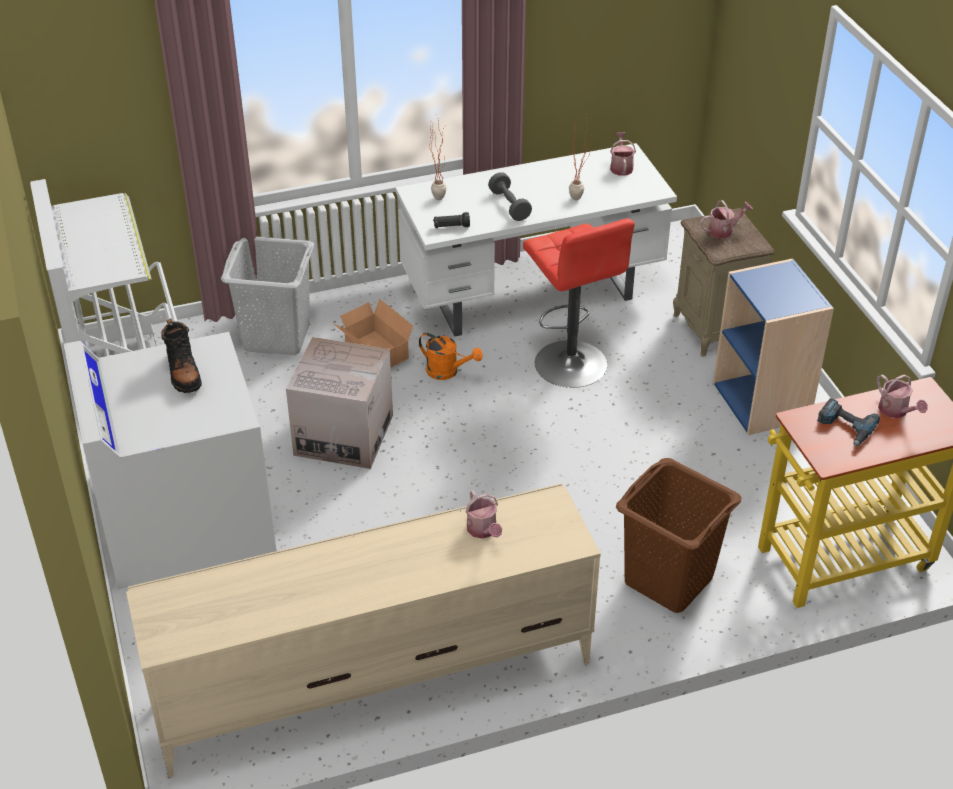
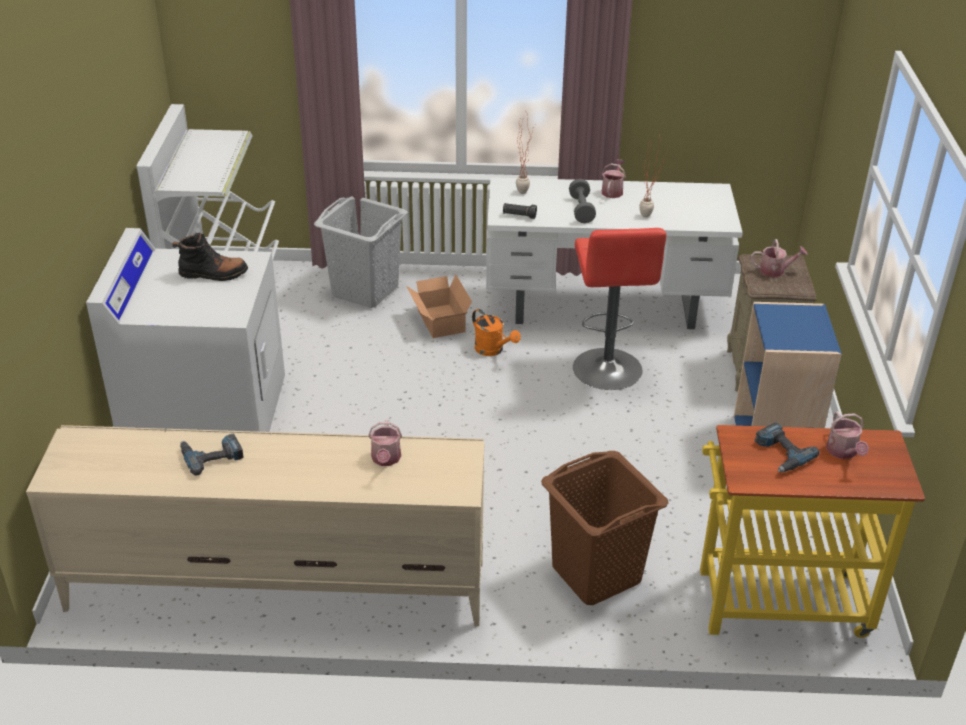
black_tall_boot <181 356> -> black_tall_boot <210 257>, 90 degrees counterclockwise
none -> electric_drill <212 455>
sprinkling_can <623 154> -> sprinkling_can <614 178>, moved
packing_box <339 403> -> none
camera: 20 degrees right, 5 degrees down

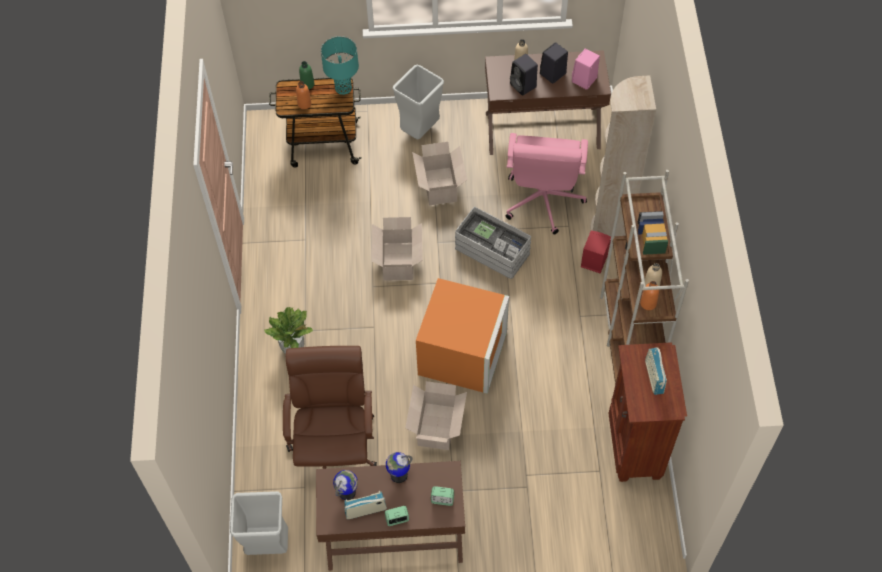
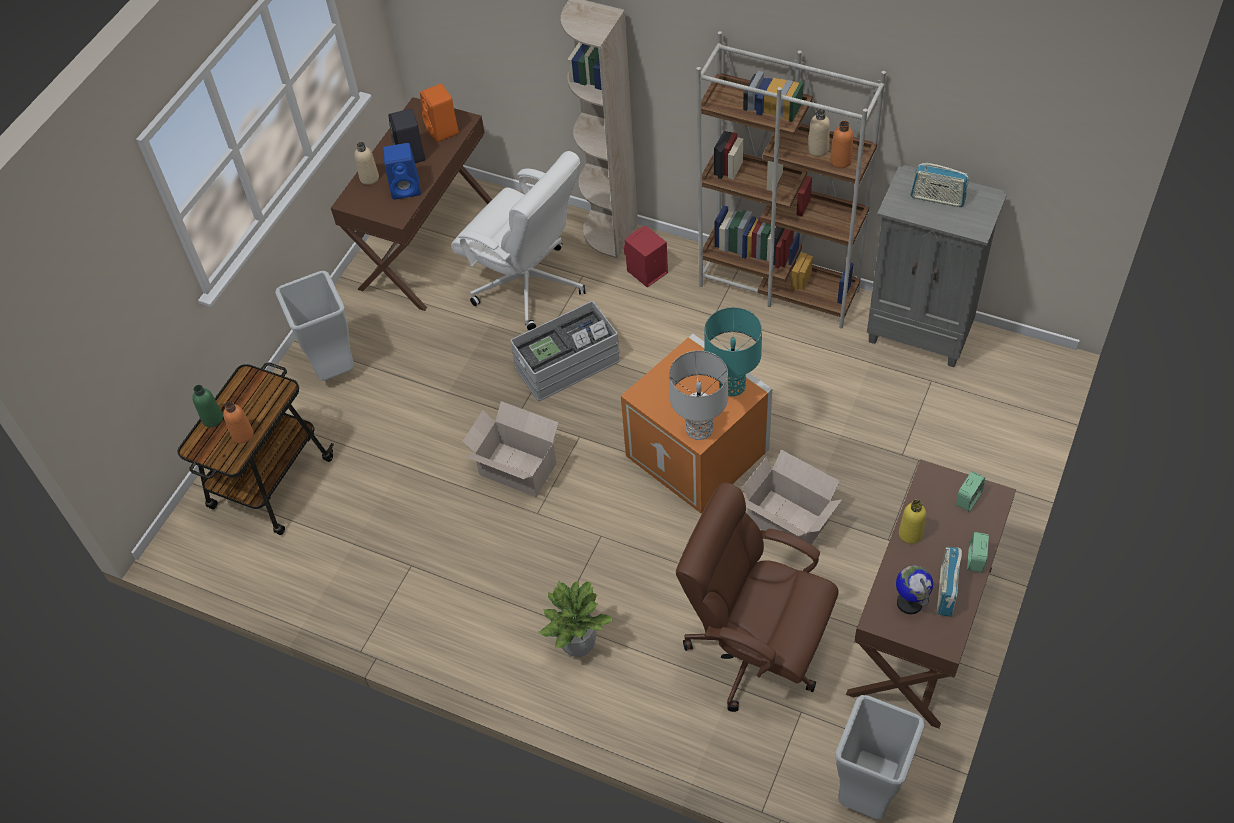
black_audio_speaker <524 75> -> blue-coloured_audio_speaker <402 171>
pink-coloured_audio_speaker <586 69> -> orange-coloured_audio_speaker <439 113>
pink-coloured_office_chair <547 183> -> white_office_chair <518 240>
none -> white_tabletop_lamp <698 395>
turquoise_tabletop_lamp <340 65> -> turquoise_tabletop_lamp <733 351>, moved
brown-coloured_cabinet <647 412> -> greyish_cabinet <937 266>
desk_globe <399 467> -> yellowish_drink_bottle <912 522>
packing_box <439 173> -> none
camera: 60 degrees left, 5 degrees down

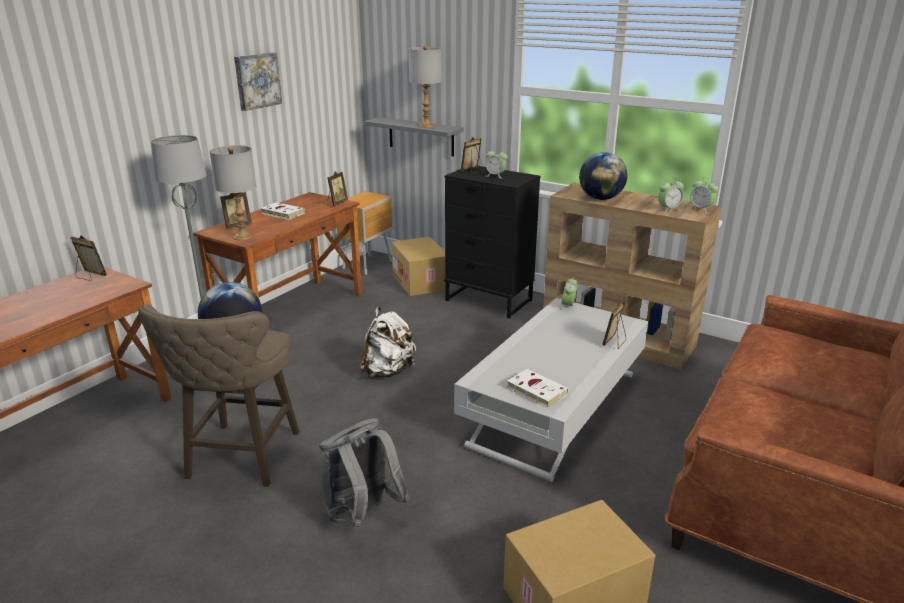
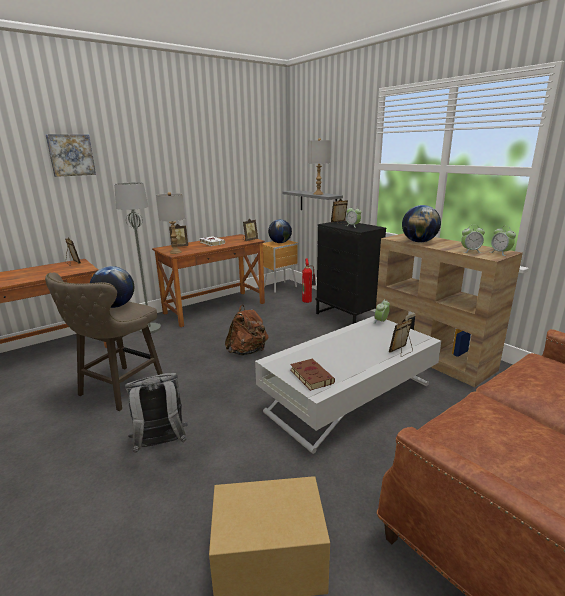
picture <258 81> -> picture <70 155>, moved
white_rucksack <387 342> -> brown-coloured_rucksack <246 330>
none -> desk_globe <280 231>
white_book <538 388> -> brown-coloured_book <312 375>
packing_box <418 266> -> fire-fighting_cylinder <309 281>
camera: 20 degrees right, 5 degrees down

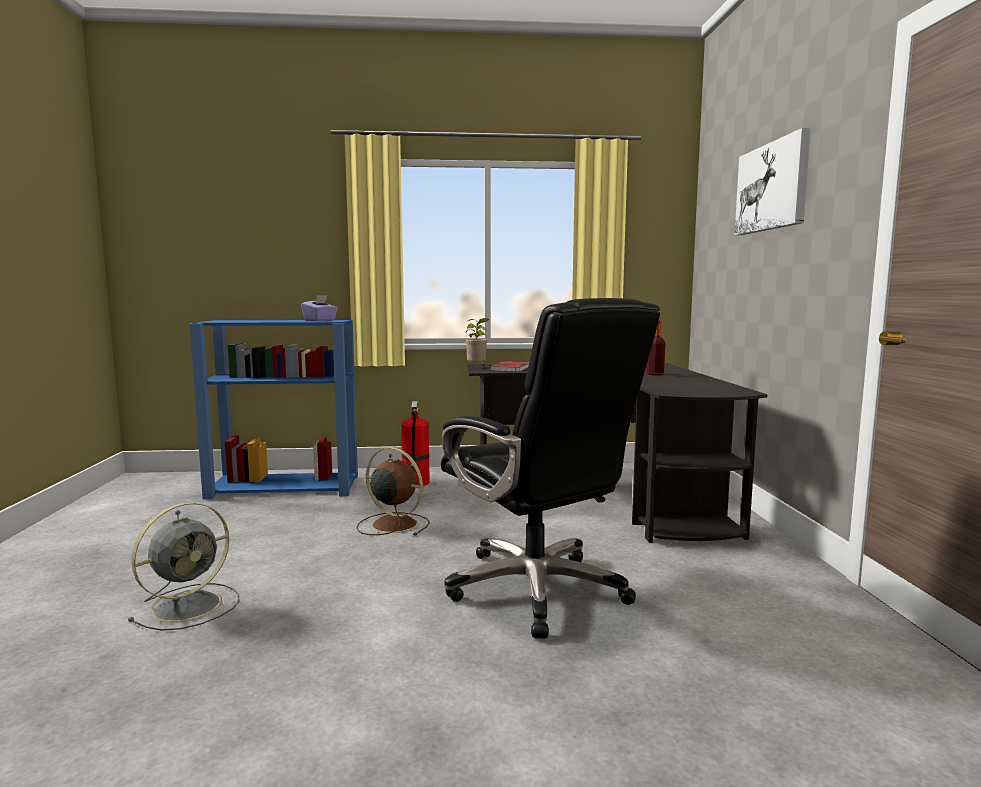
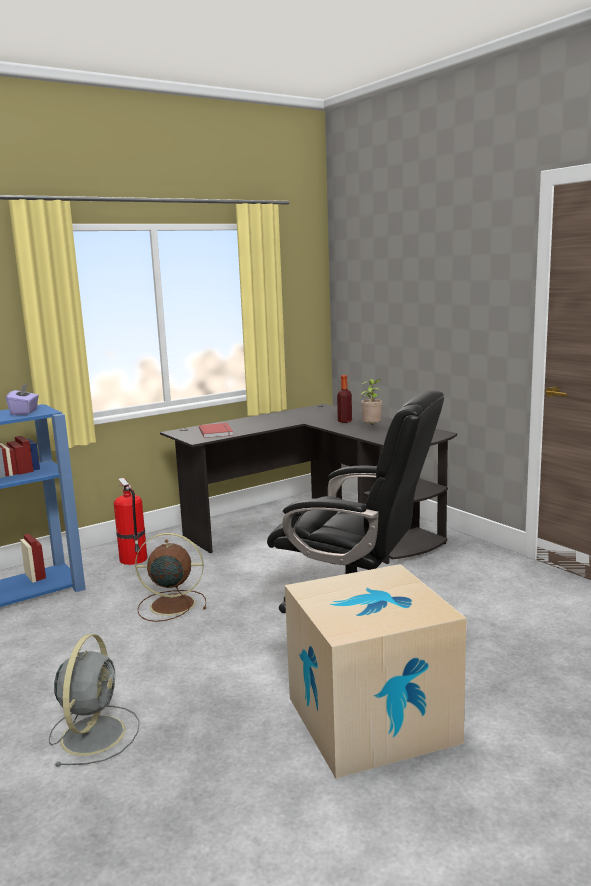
none -> packing_box <375 671>
plant_in_a_pot <477 342> -> plant_in_a_pot <371 402>, moved
picture <773 181> -> none
camera: 30 degrees left, 5 degrees up

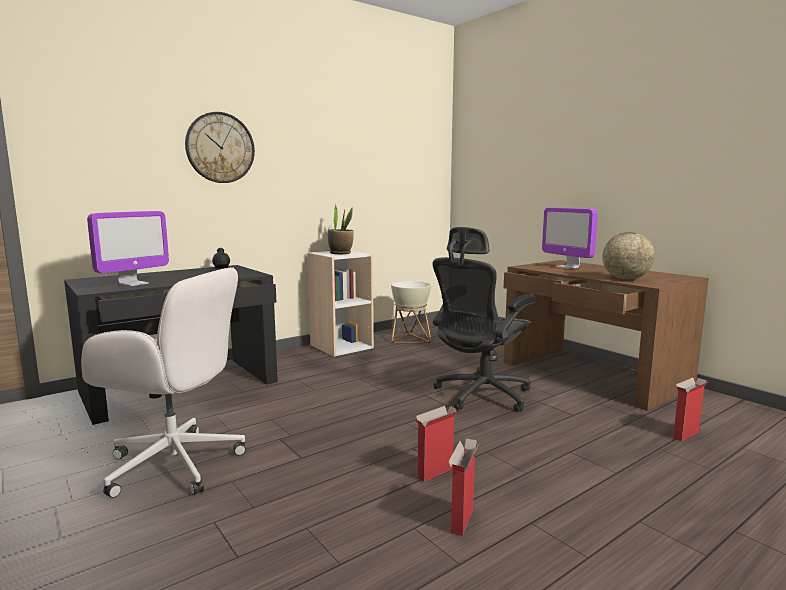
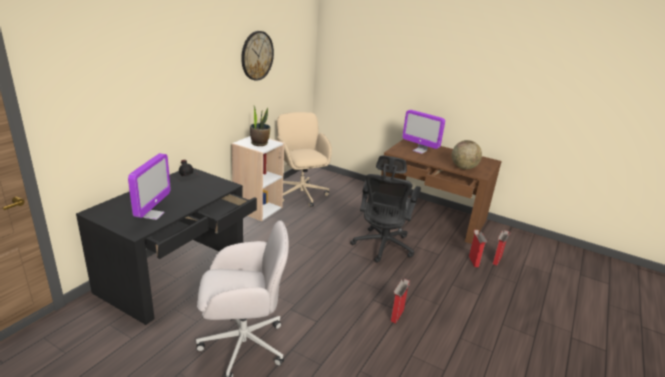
hanging_clock <220 147> -> hanging_clock <257 56>, moved
flower_pot <411 312> -> beige_office_chair <304 159>
packing_box <463 487> -> packing_box <478 248>, moved
camera: 25 degrees left, 15 degrees up

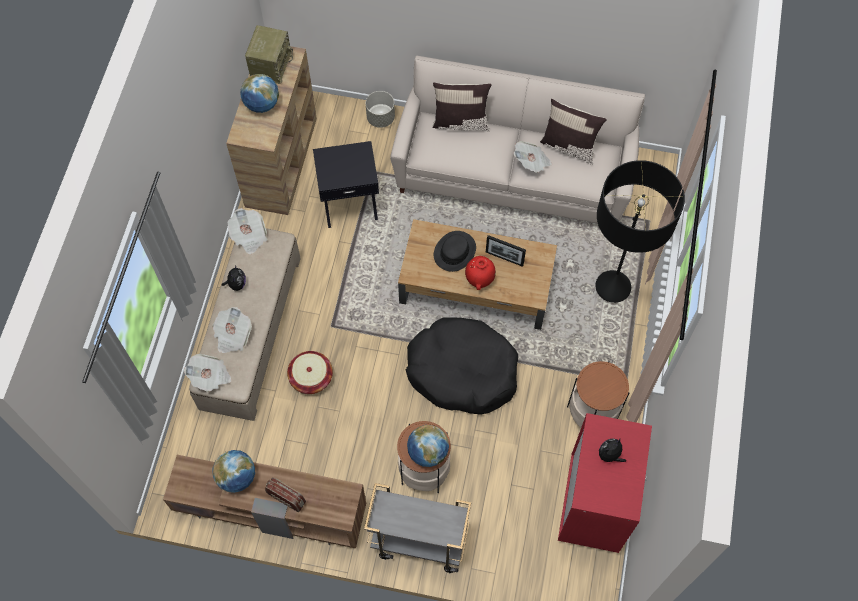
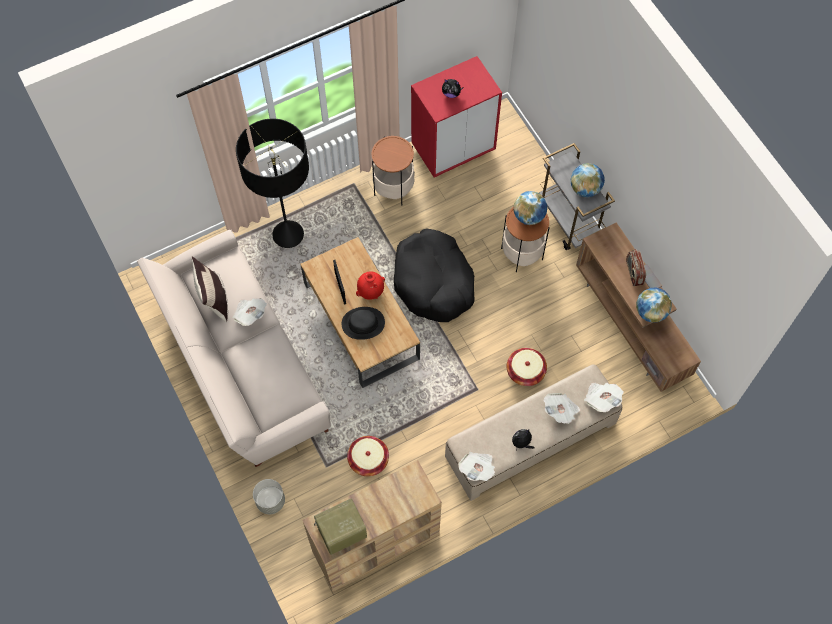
black_side_table <346 184> -> household_basket <368 456>
desk_globe <259 93> -> desk_globe <588 180>, moved
pillow <462 107> -> none
camera: 130 degrees left, 0 degrees up

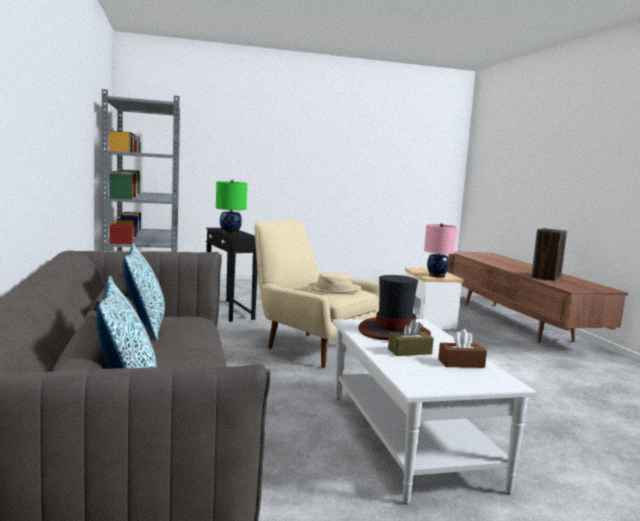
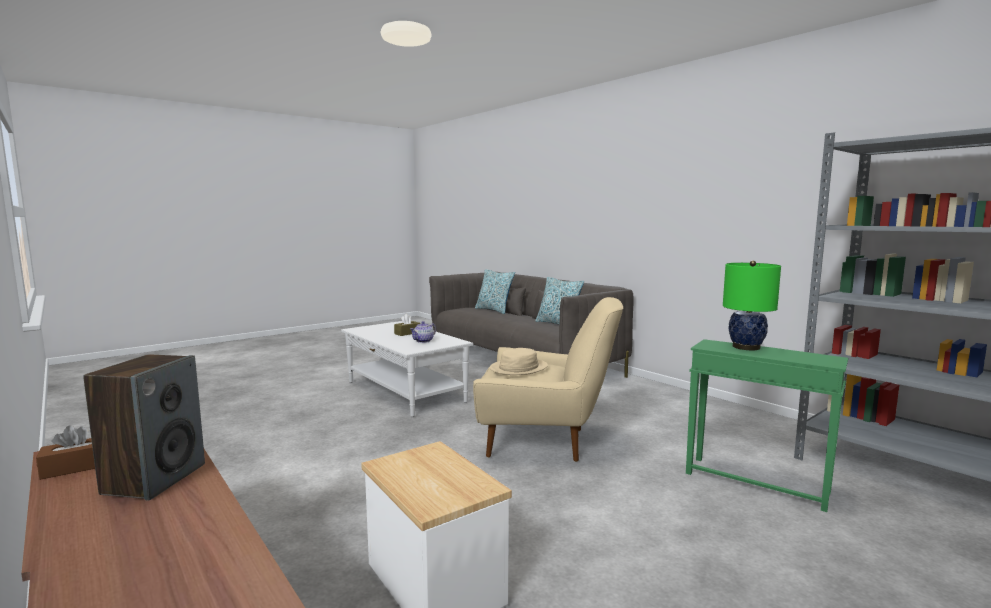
brown-coloured_tissue_holder <462 348> -> brown-coloured_tissue_holder <65 452>, moved
wearable_hat <394 307> -> teapot <423 332>
black_side_table <232 275> -> green-coloured_side_table <767 425>
pink-coloured_tabletop_lamp <440 250> -> none
camera: 155 degrees right, 0 degrees up

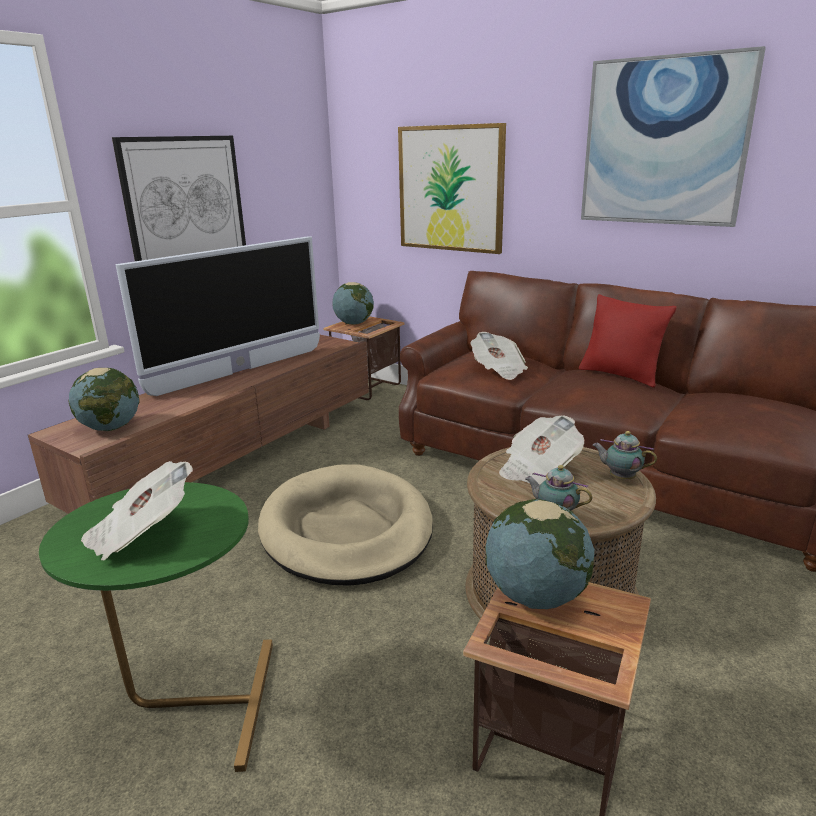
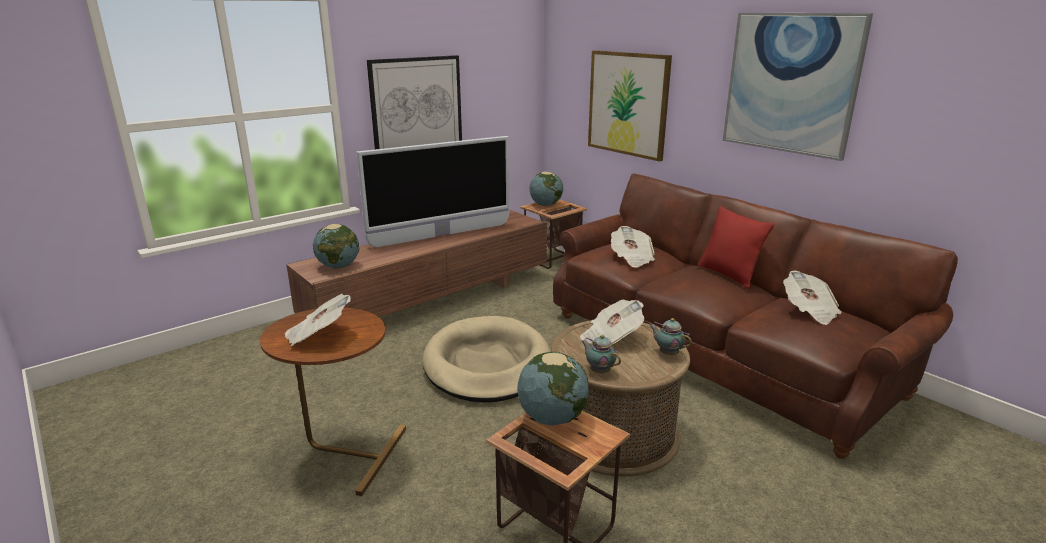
green-coloured_side_table <156 627> -> brown-coloured_side_table <333 402>
none -> printed_paper <812 298>
camera: 15 degrees right, 0 degrees up

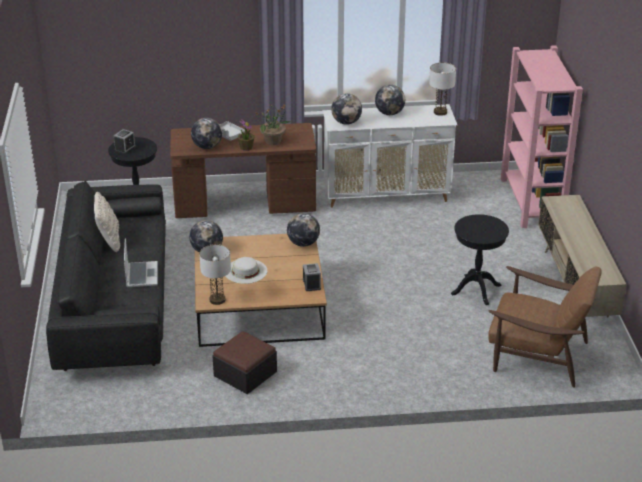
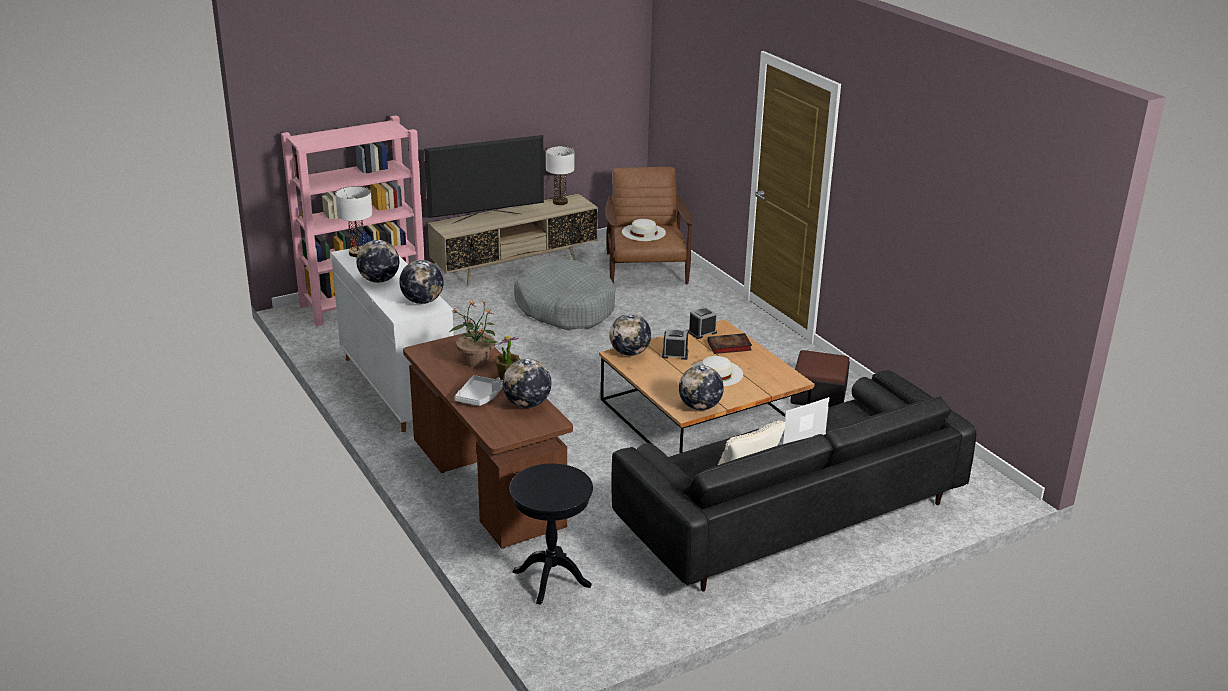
none -> television <484 179>
black_side_table <480 259> -> greyish_dog_bed <564 294>
tabletop_lamp <215 274> -> tabletop_lamp <560 175>, moved
none -> white_wearable_hat <644 230>
bedside_clock <125 141> -> bedside_clock <675 344>, moved
none -> book <729 343>
camera: 115 degrees left, 5 degrees down

